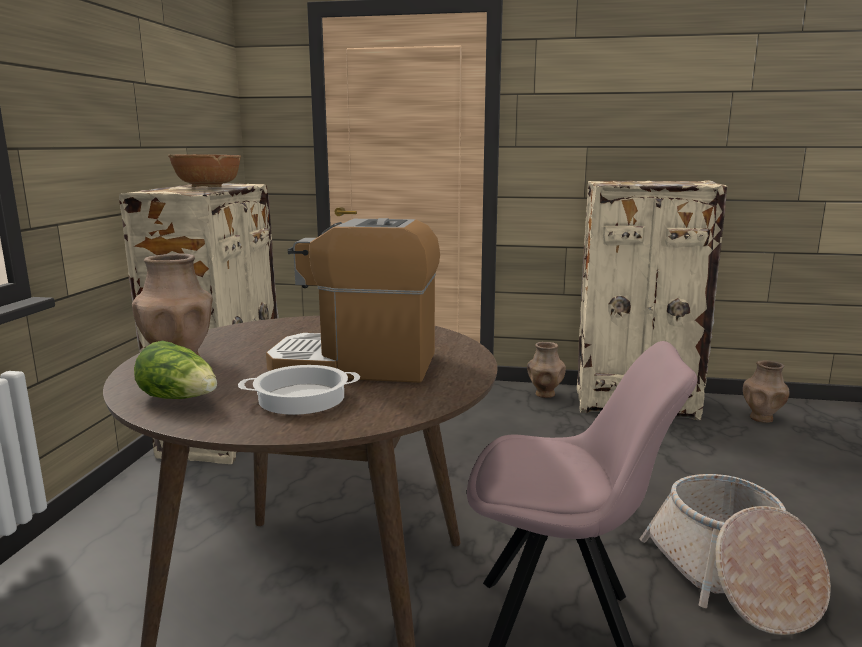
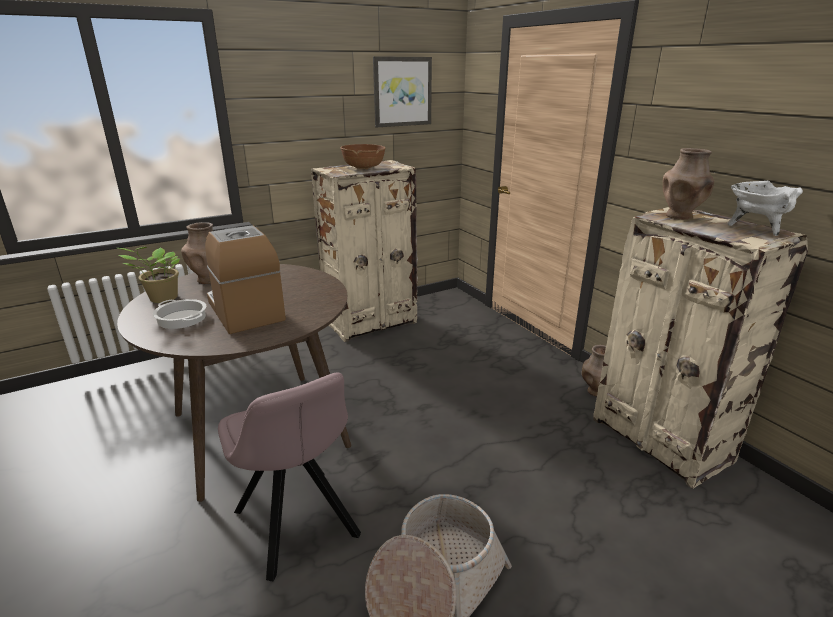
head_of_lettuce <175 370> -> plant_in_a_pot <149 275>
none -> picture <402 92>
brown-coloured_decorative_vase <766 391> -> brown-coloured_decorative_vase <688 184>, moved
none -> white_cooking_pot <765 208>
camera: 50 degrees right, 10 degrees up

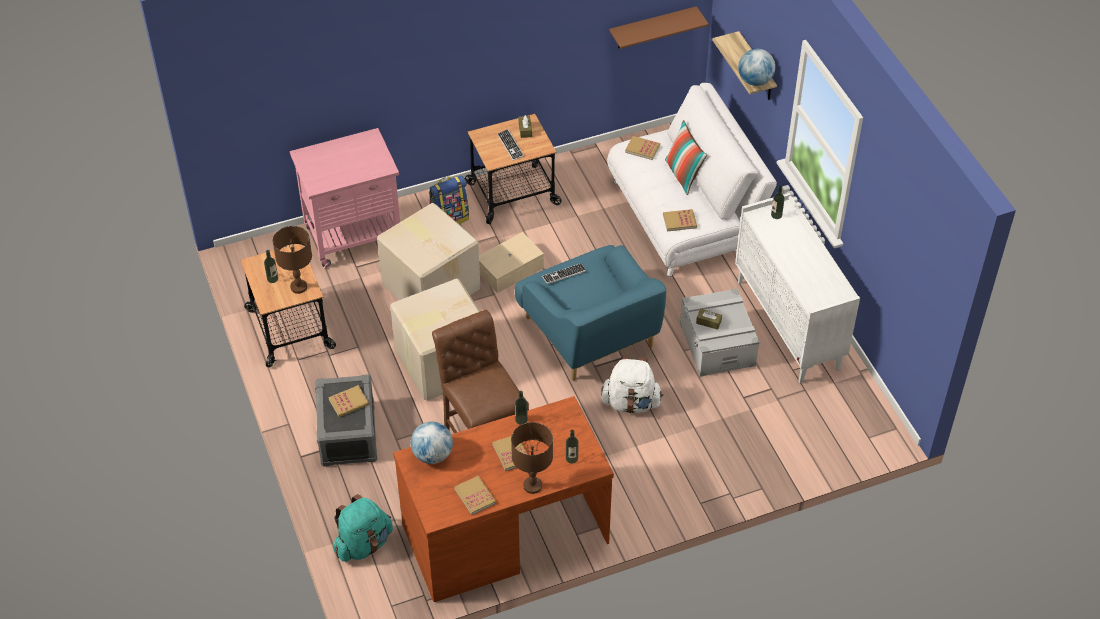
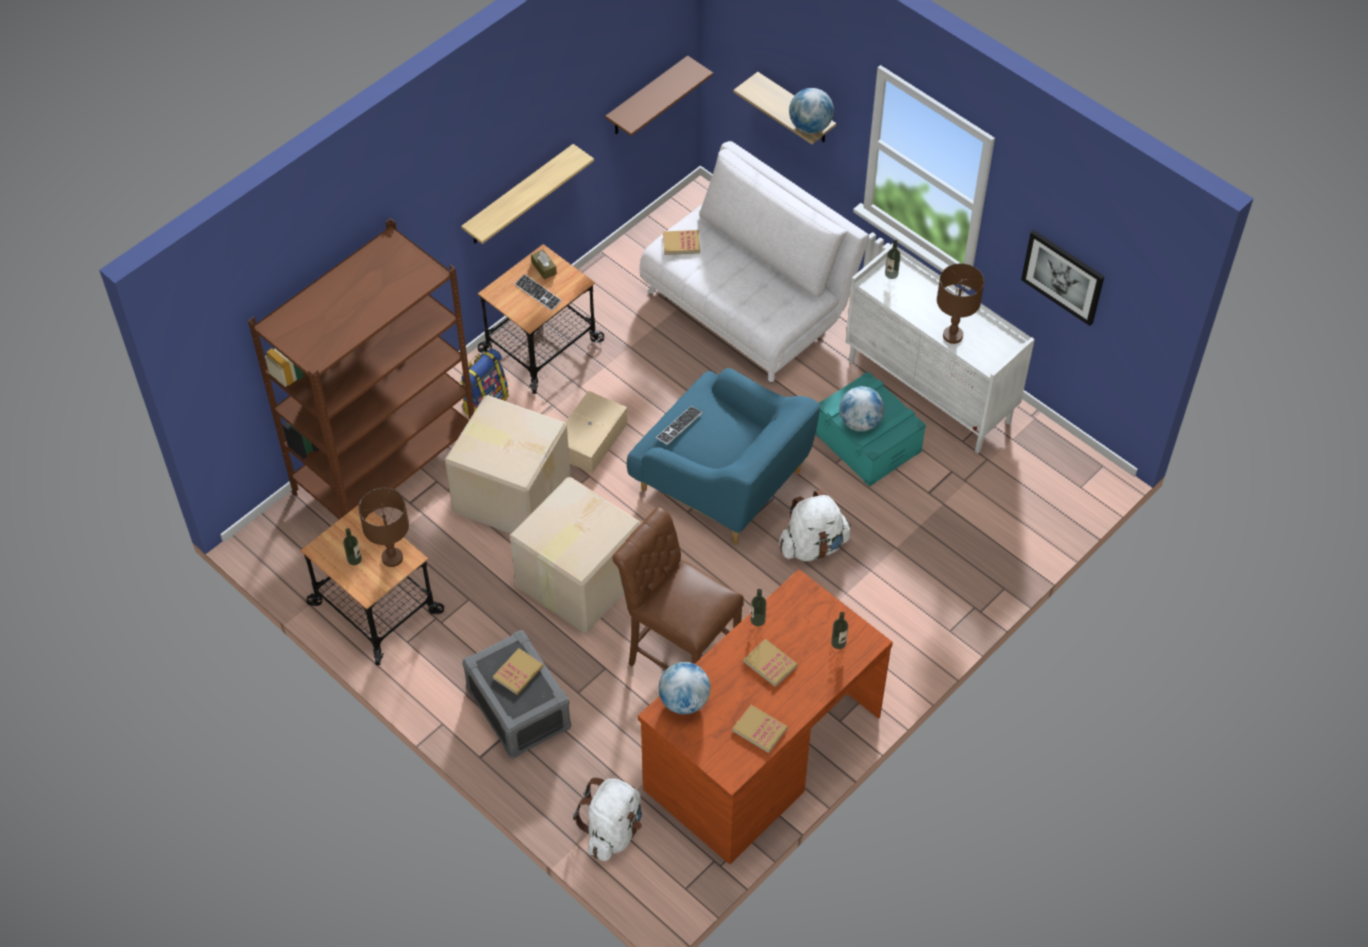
pink-coloured_wheeled_cart <345 198> -> brown-coloured_shelving_unit <361 369>
none -> bracket_shelf <527 194>
turquoise_rucksack <363 528> -> white_rucksack <607 819>
greyish_storage_container <719 332> -> turquoise_storage_container <870 429>
brown-coloured_tissue_holder <709 319> -> desk_globe <861 408>
brown-coloured_tabletop_lamp <532 458> -> brown-coloured_tabletop_lamp <960 303>, moved
none -> picture <1062 278>
book <680 220> -> none
pillow <686 157> -> none
camera: 25 degrees left, 5 degrees up

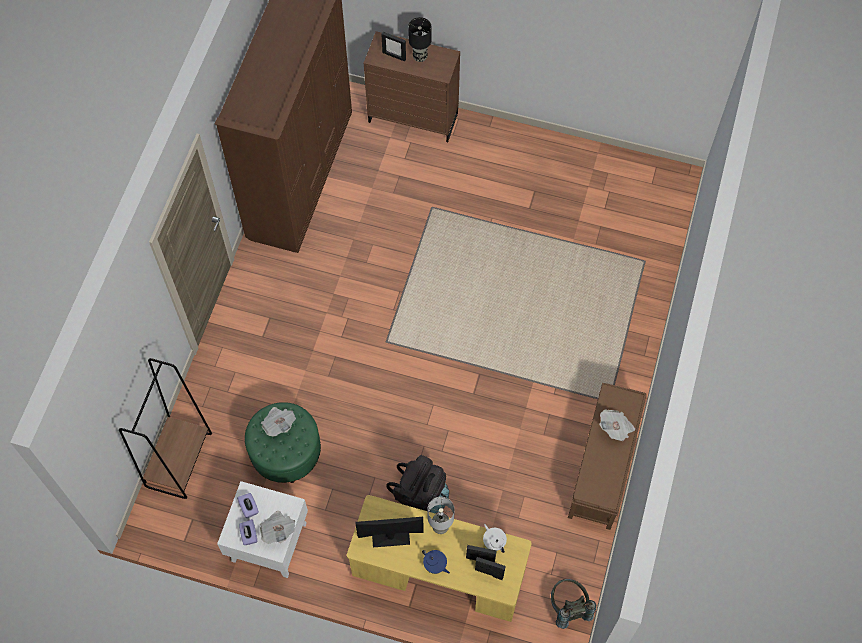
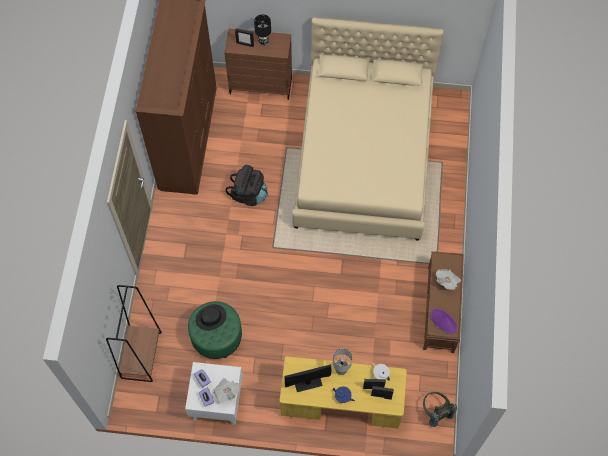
printed_paper <278 421> -> black_wearable_hat <211 317>
black_rucksack <417 484> -> black_rucksack <246 185>, moved
none -> beige_bed <368 129>
none -> purple_wearable_hat <443 321>
camera: 10 degrees left, 0 degrees up

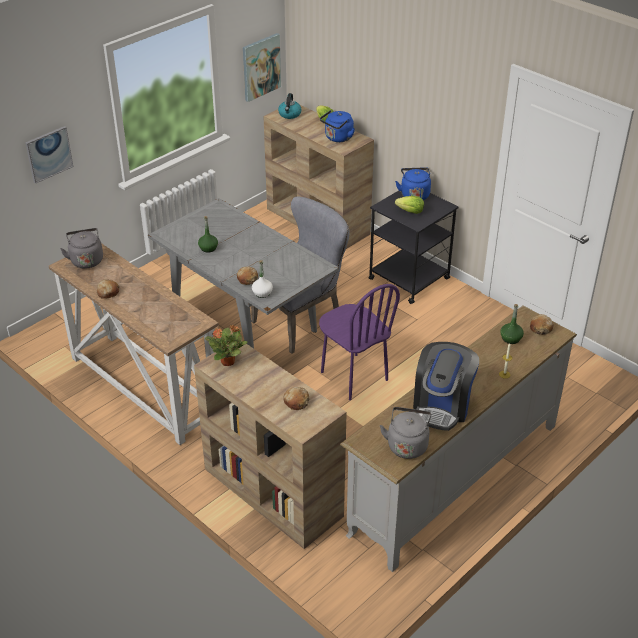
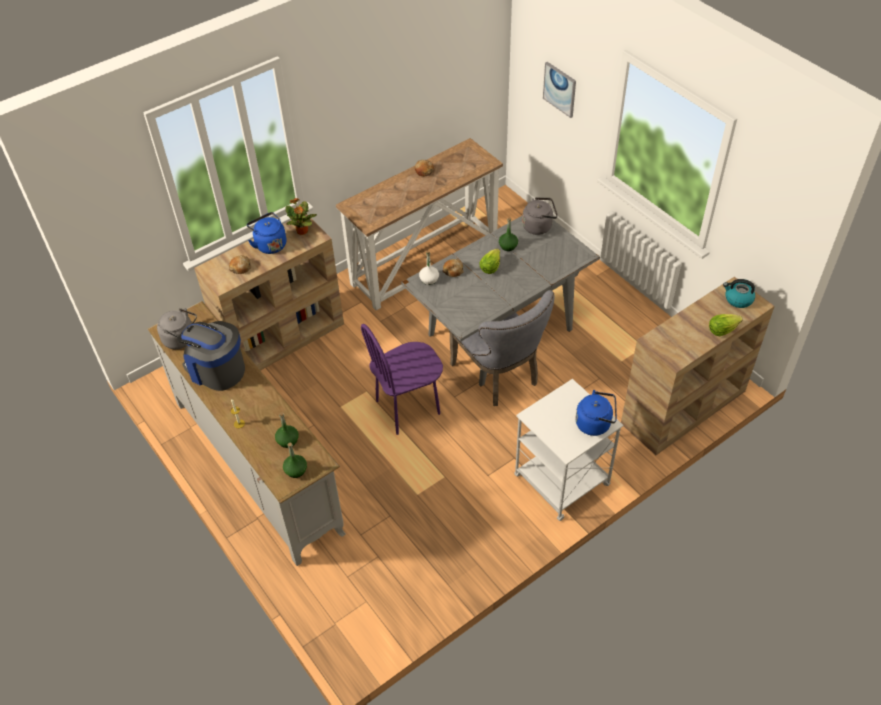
blue-coloured_tea_kettle <337 126> -> blue-coloured_tea_kettle <266 233>, moved
bread <542 324> -> green-coloured_drink_bottle <295 460>
head_of_lettuce <409 205> -> head_of_lettuce <489 261>, moved
black_wheeled_cart <413 247> -> white_wheeled_cart <568 450>
greyish_tea_kettle <81 248> -> greyish_tea_kettle <540 216>, moved
picture <262 67> -> none
camera: 100 degrees right, 10 degrees up

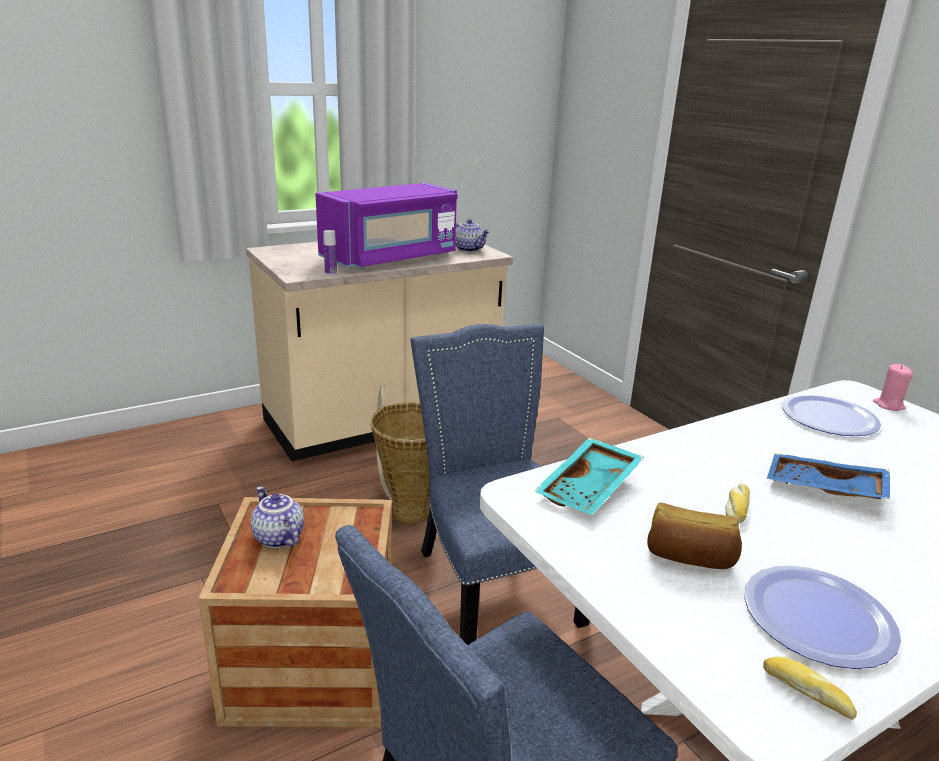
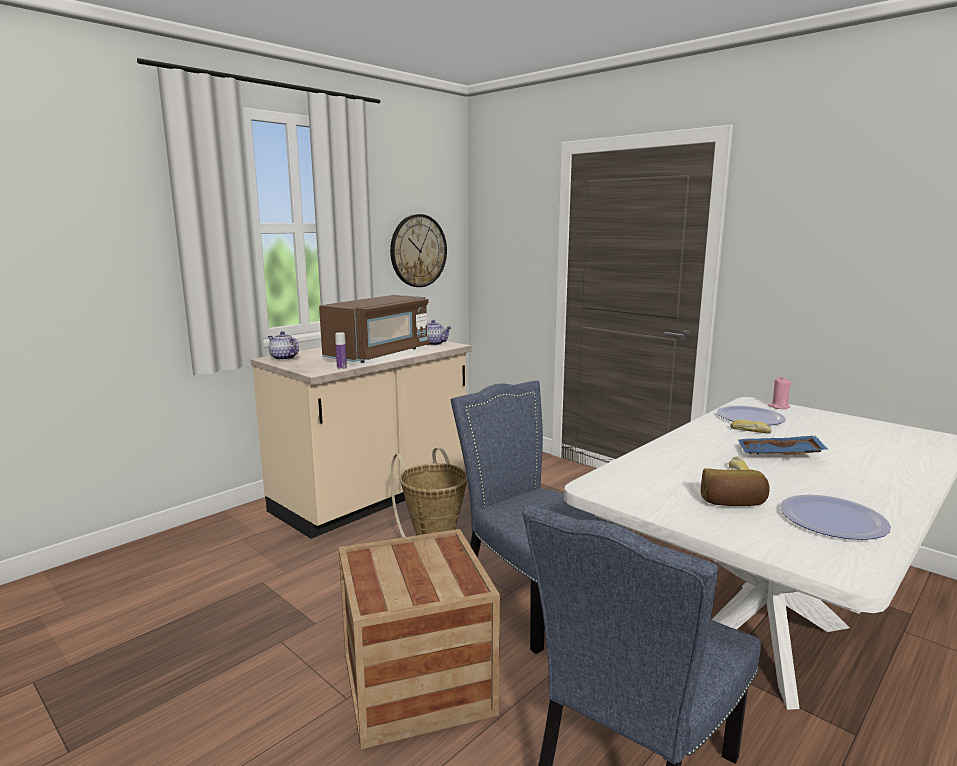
teapot <277 517> -> teapot <283 345>, moved
purple_microwave_oven <387 226> -> brown-coloured_microwave_oven <374 329>
none -> hanging_clock <418 250>
bread <810 688> -> bread <751 427>, moved
turquoise_tray <589 476> -> none
camera: 15 degrees left, 10 degrees down

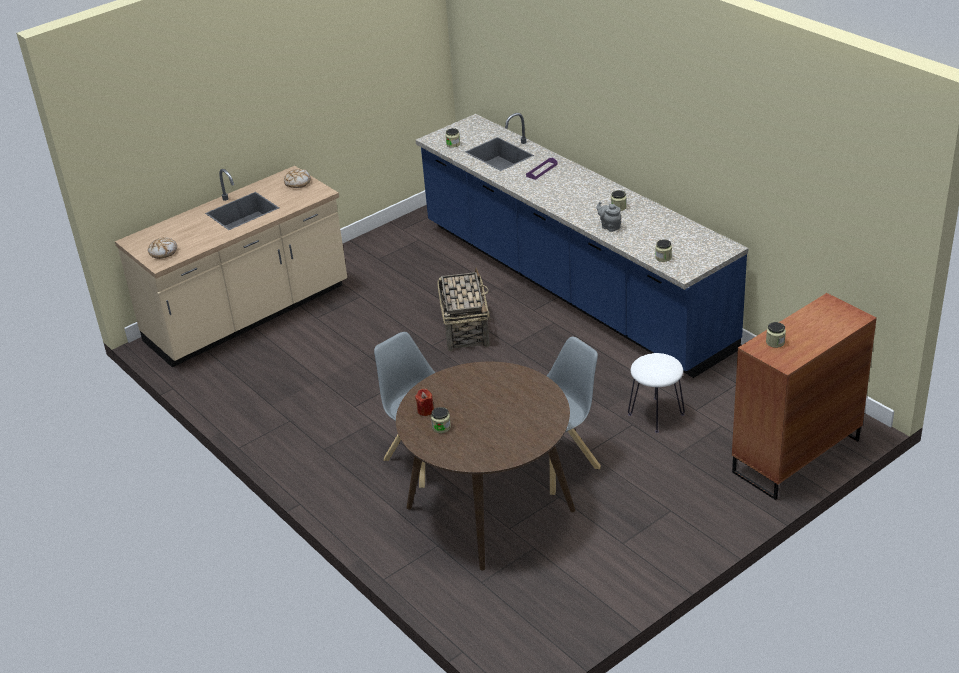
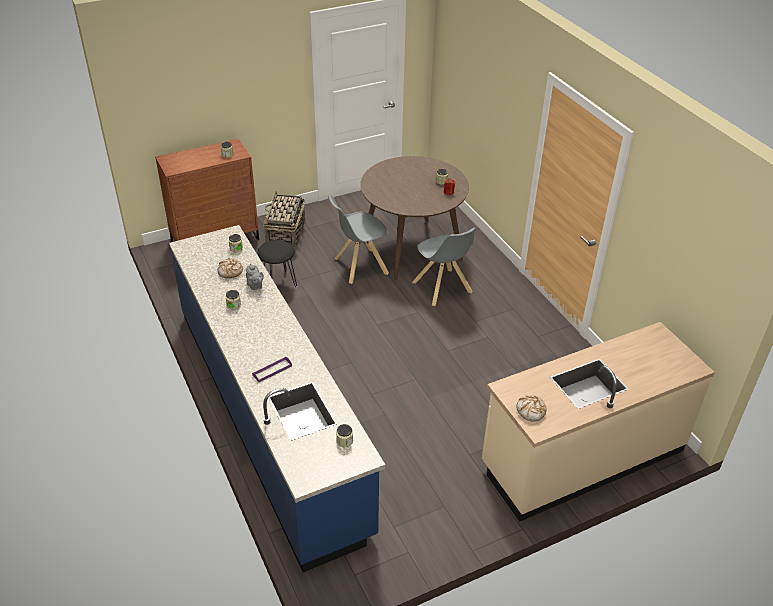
bread <162 248> -> bread <230 268>, moved
white_stool <656 393> -> black_stool <277 264>
household_basket <464 309> -> household_basket <284 221>, moved
camera: 170 degrees left, 5 degrees up

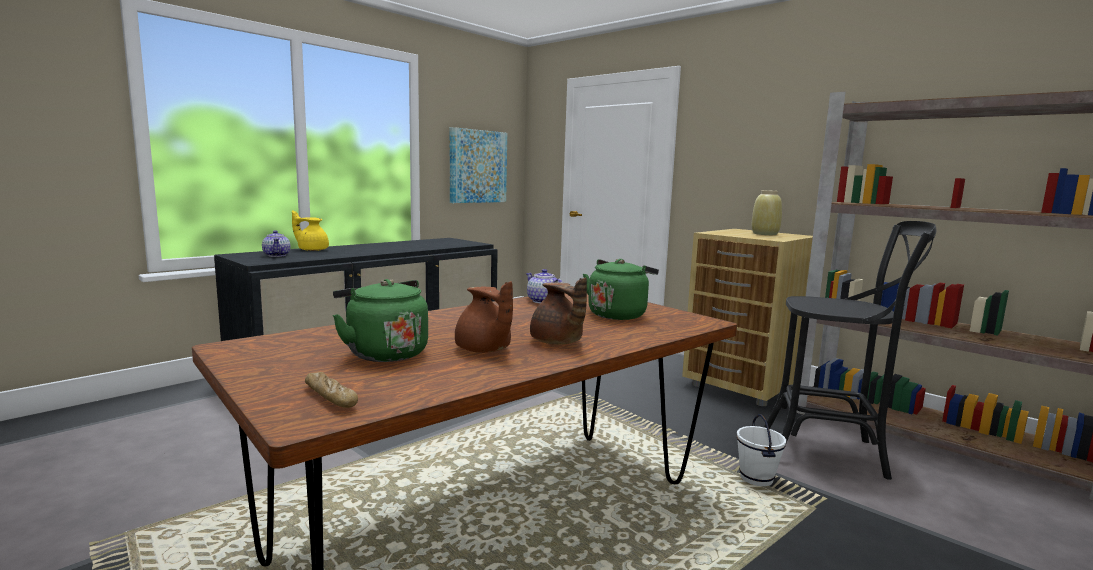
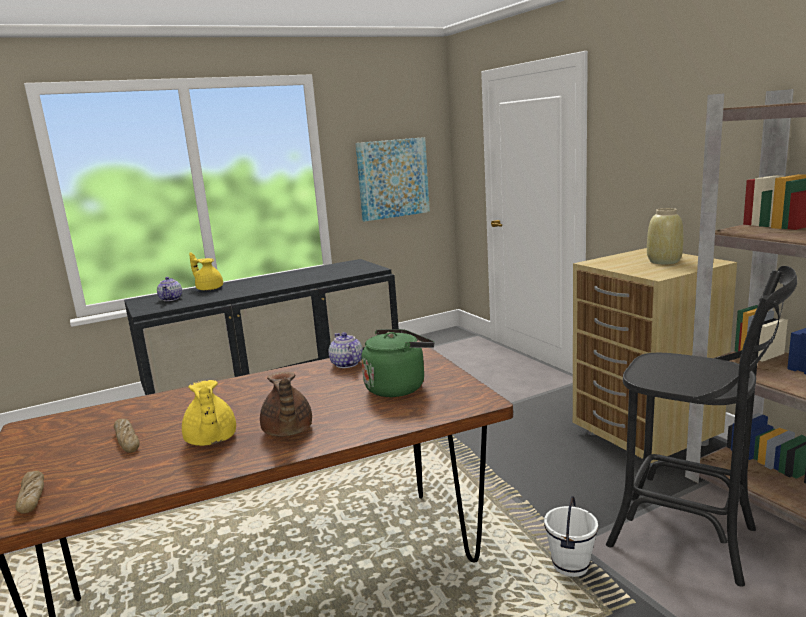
green-coloured_tea_kettle <380 320> -> bread <127 436>
brown-coloured_teapot <484 317> -> yellowish_teapot <209 413>
camera: 20 degrees right, 5 degrees up

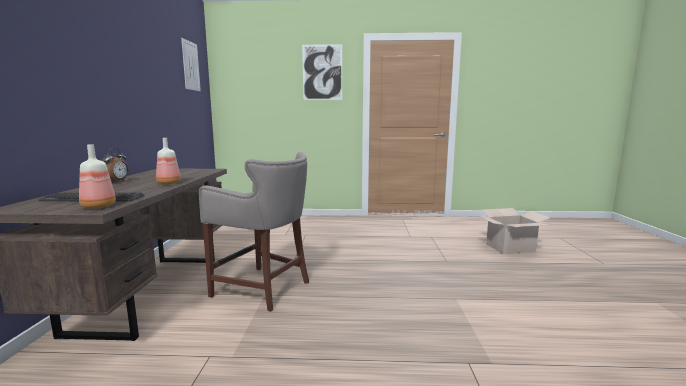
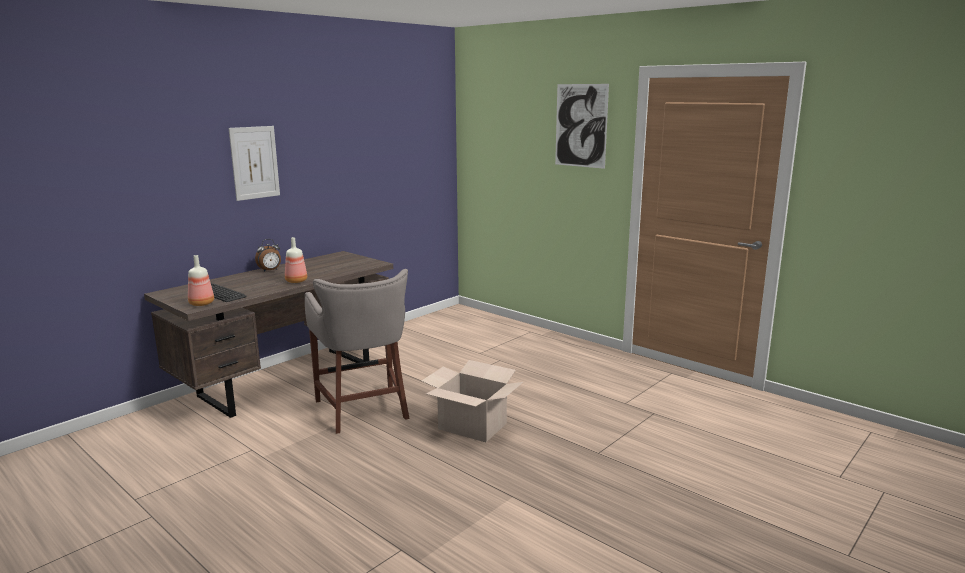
picture <191 64> -> picture <254 163>, moved
packing_box <514 231> -> packing_box <472 401>, moved
camera: 40 degrees right, 5 degrees up

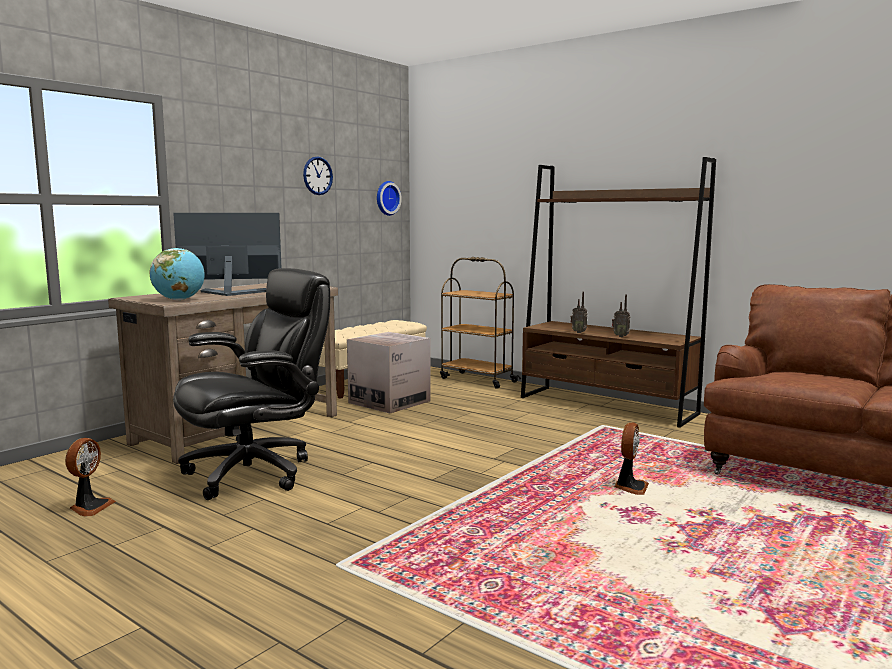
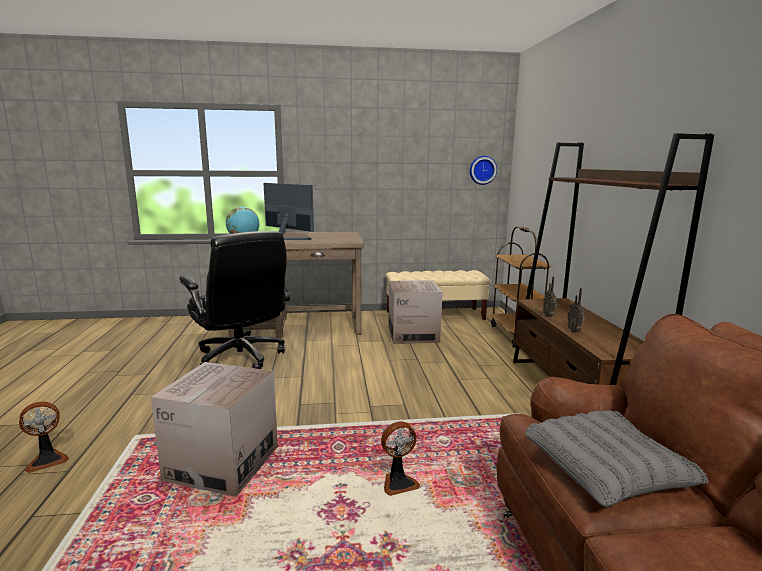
electric_fan <90 477> -> electric_fan <44 437>, moved
none -> packing_box <214 429>
black_office_chair <251 384> -> black_office_chair <234 300>, 45 degrees clockwise
none -> greyish_pillow <616 458>
hanging_clock <318 176> -> none
camera: 45 degrees right, 5 degrees up

